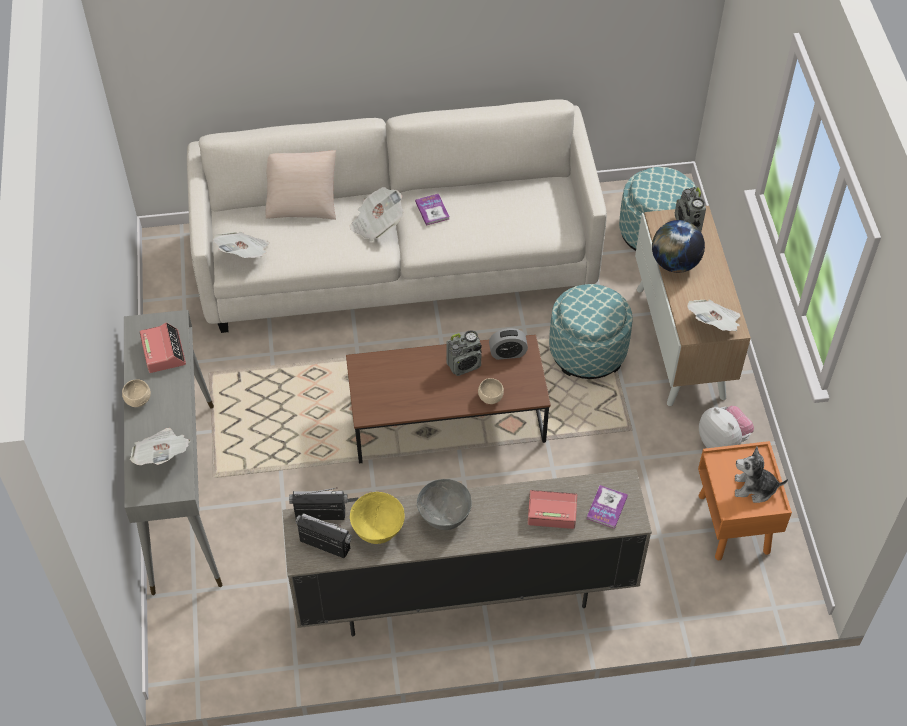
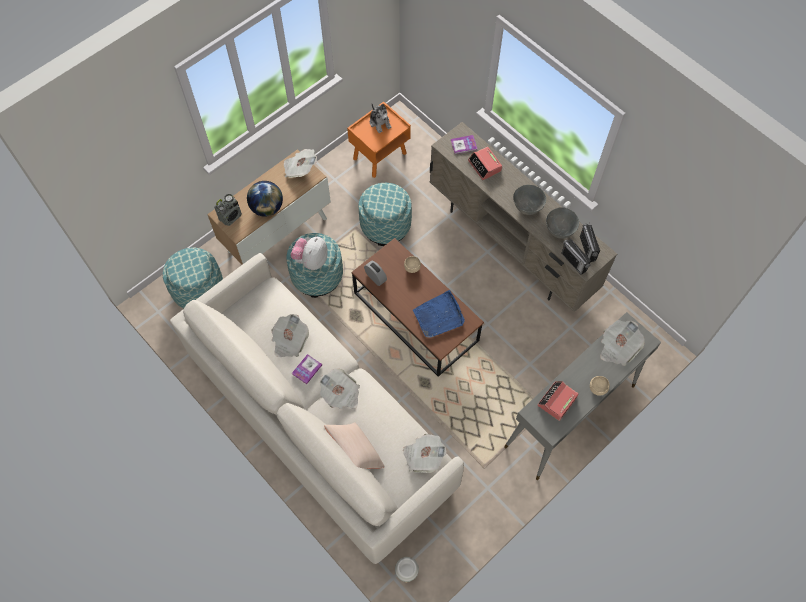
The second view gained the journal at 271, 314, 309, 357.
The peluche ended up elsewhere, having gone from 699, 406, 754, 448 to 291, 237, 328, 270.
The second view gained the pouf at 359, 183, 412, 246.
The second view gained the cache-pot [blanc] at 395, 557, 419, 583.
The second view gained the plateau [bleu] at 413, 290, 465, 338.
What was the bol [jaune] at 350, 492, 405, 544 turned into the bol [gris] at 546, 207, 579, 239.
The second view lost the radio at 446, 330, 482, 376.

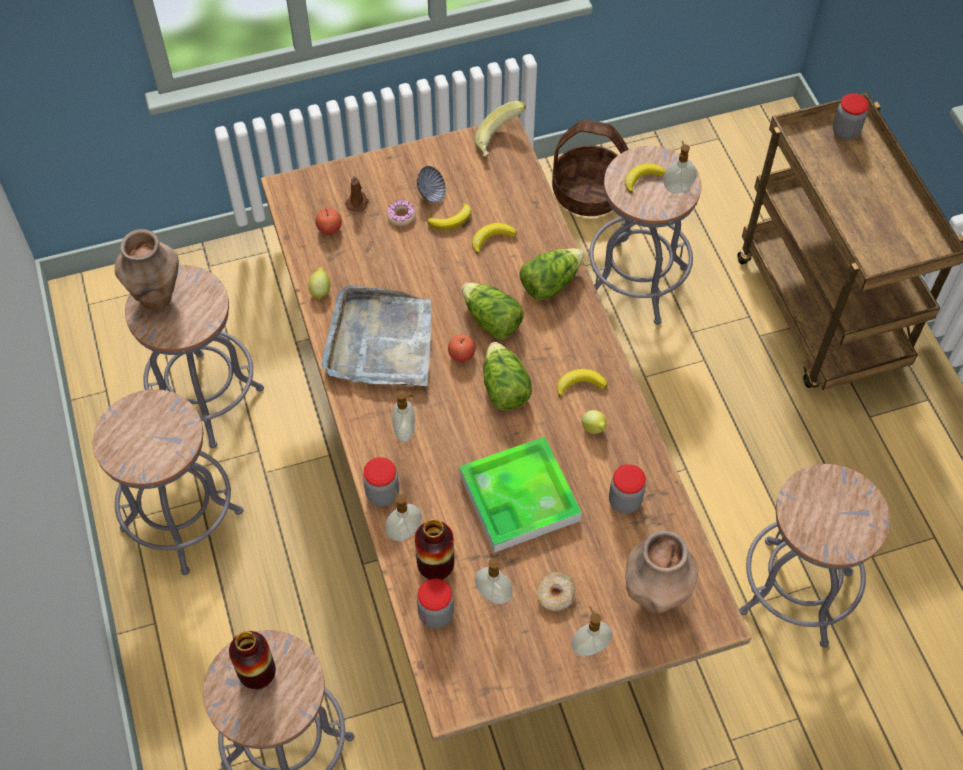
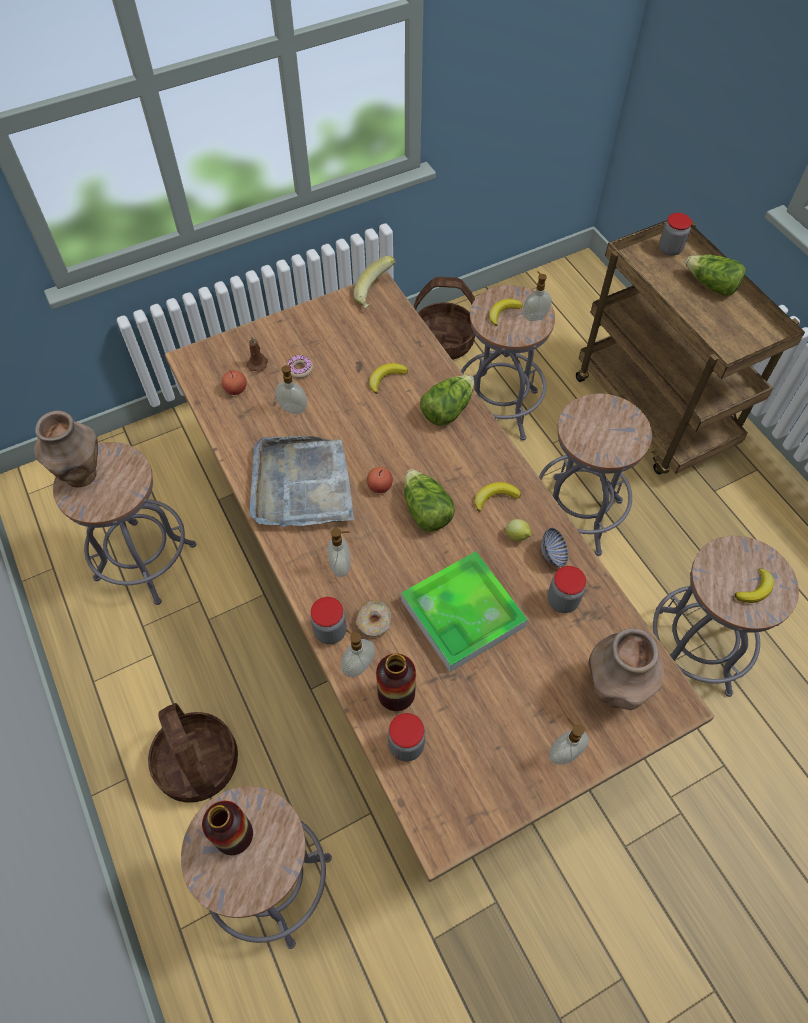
The second view gained the panier at 148, 703, 238, 803.
The distributeur de savon ended up elsewhere, having gone from 475, 553, 513, 604 to 275, 362, 307, 414.
The beignet ended up elsewhere, having gone from 536, 572, 575, 611 to 356, 600, 392, 637.
The tabouret [gris] ended up elsewhere, having gone from 93, 389, 243, 575 to 539, 393, 652, 556.
The bol ended up elsewhere, having gone from 417, 166, 446, 203 to 541, 528, 569, 567.
The laitue ended up elsewhere, having gone from 462, 283, 524, 339 to 685, 255, 746, 296.
The banane ended up elsewhere, having gone from 428, 203, 471, 230 to 735, 569, 774, 603.
The second view lost the citron at 308, 267, 330, 300.

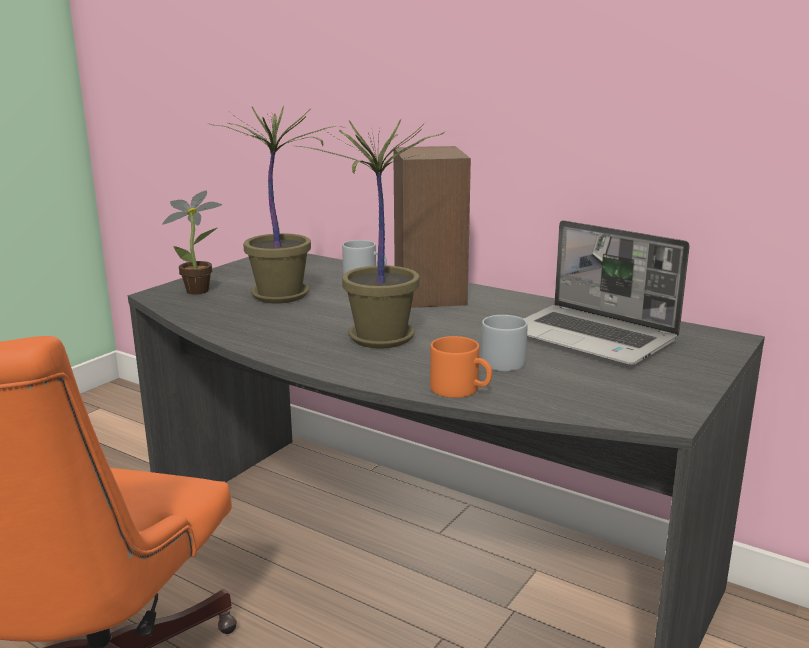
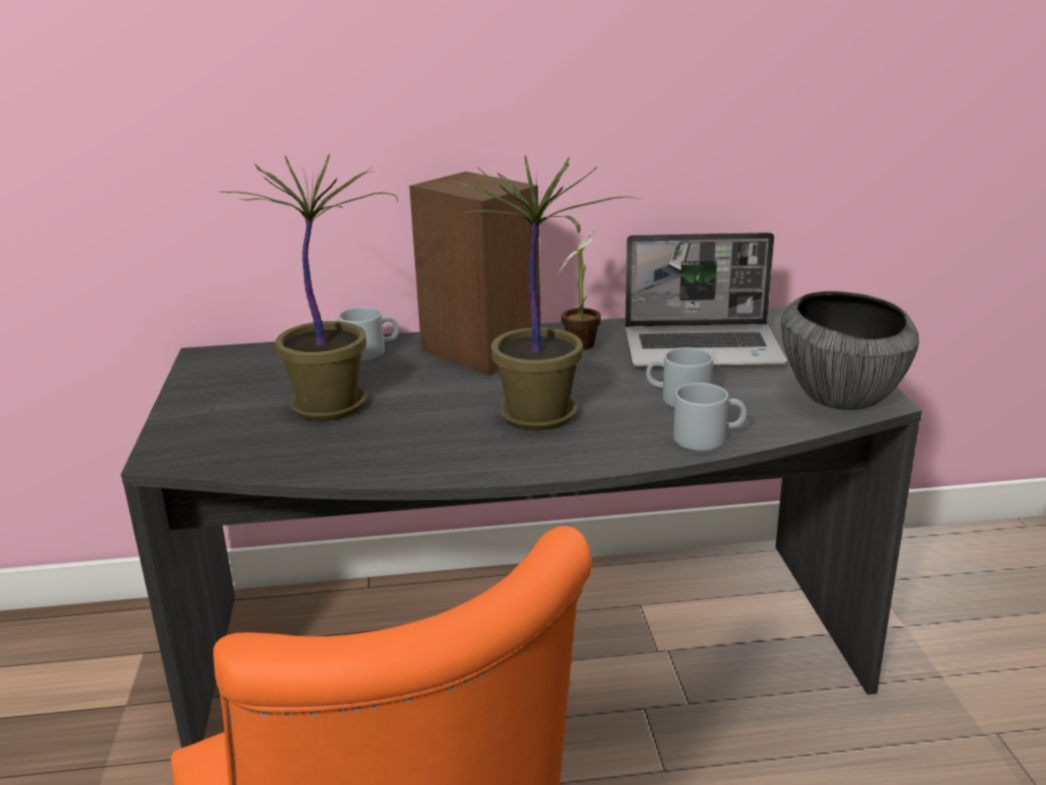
The plante en pot ended up elsewhere, having gone from 162, 190, 222, 294 to 559, 221, 608, 350.
What was the mug [orange] at 430, 336, 492, 398 turned into the mug [gris] at 673, 383, 747, 451.
The second view gained the bol at 781, 291, 919, 410.

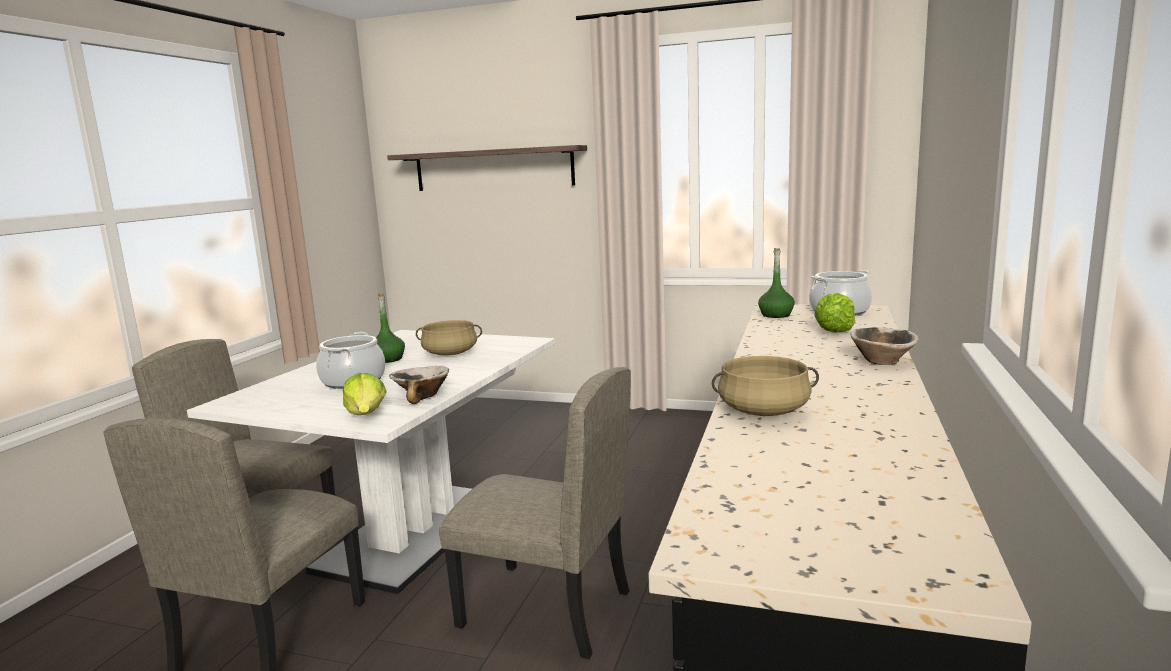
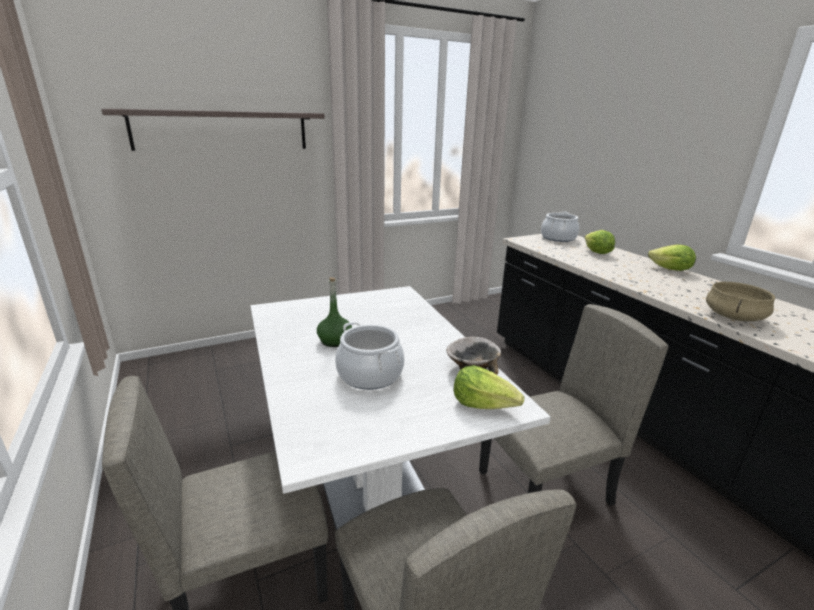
Where the bol stood at 851, 327, 919, 365, the laitue came to stand at 648, 245, 696, 271.
The second view lost the marmite [beige] at 416, 320, 482, 356.
The second view lost the bouteille [vert] at 758, 248, 795, 318.

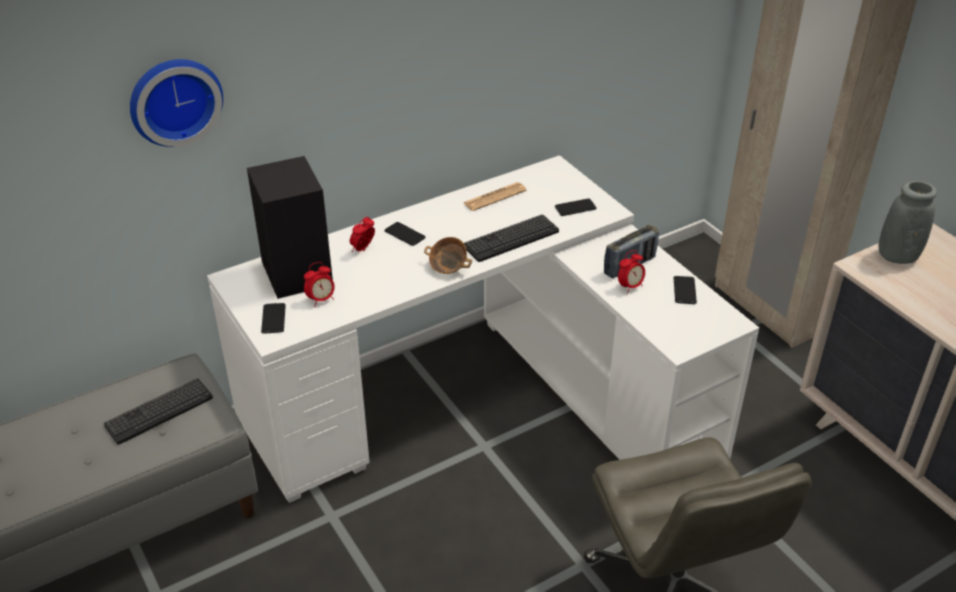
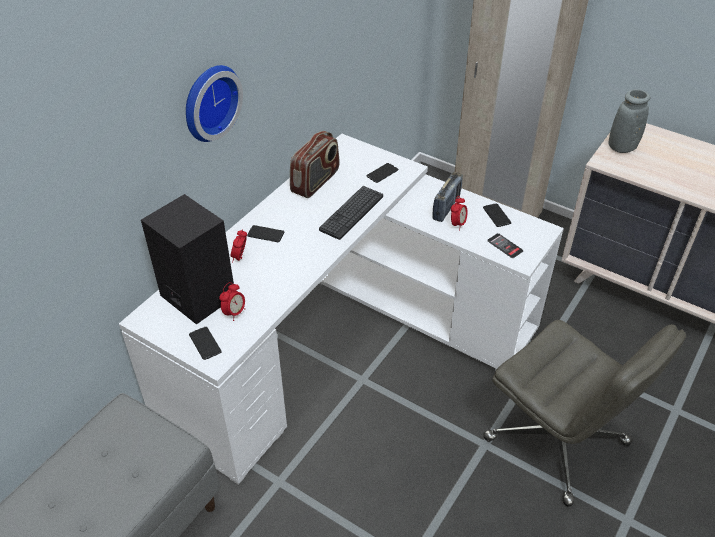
The horloge murale ended up elsewhere, having gone from 130, 59, 223, 147 to 186, 65, 243, 142.
Where the journal stood at 463, 182, 527, 211, the radio came to stand at 290, 131, 339, 198.
The second view gained the téléphone at 487, 233, 523, 258.
The second view lost the clavier at 104, 378, 213, 445.
The second view lost the bol at 424, 237, 473, 274.

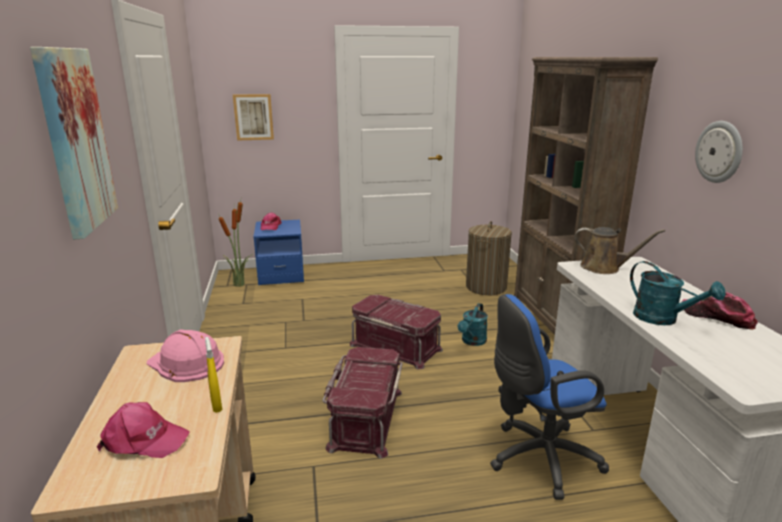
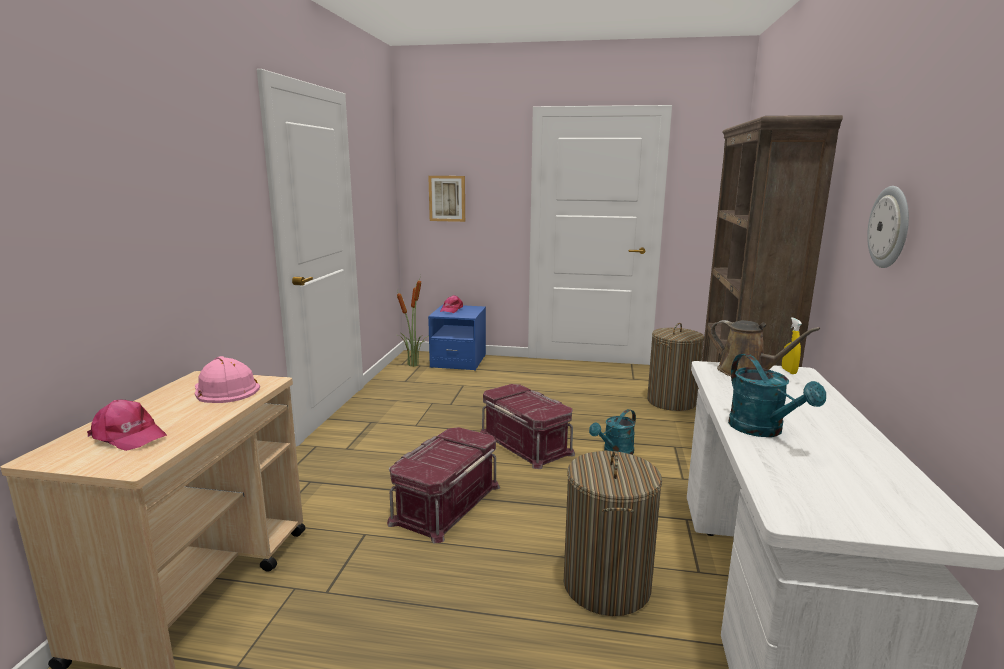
Where the chaise de bureau [bleu] stood at 490, 294, 609, 500, the panier à linge came to stand at 564, 451, 662, 616.
The vaporisateur [jaune] ended up elsewhere, having gone from 205, 337, 222, 413 to 782, 317, 802, 374.
The second view lost the tableau at 30, 47, 118, 239.
The second view lost the casquette at 682, 292, 758, 330.

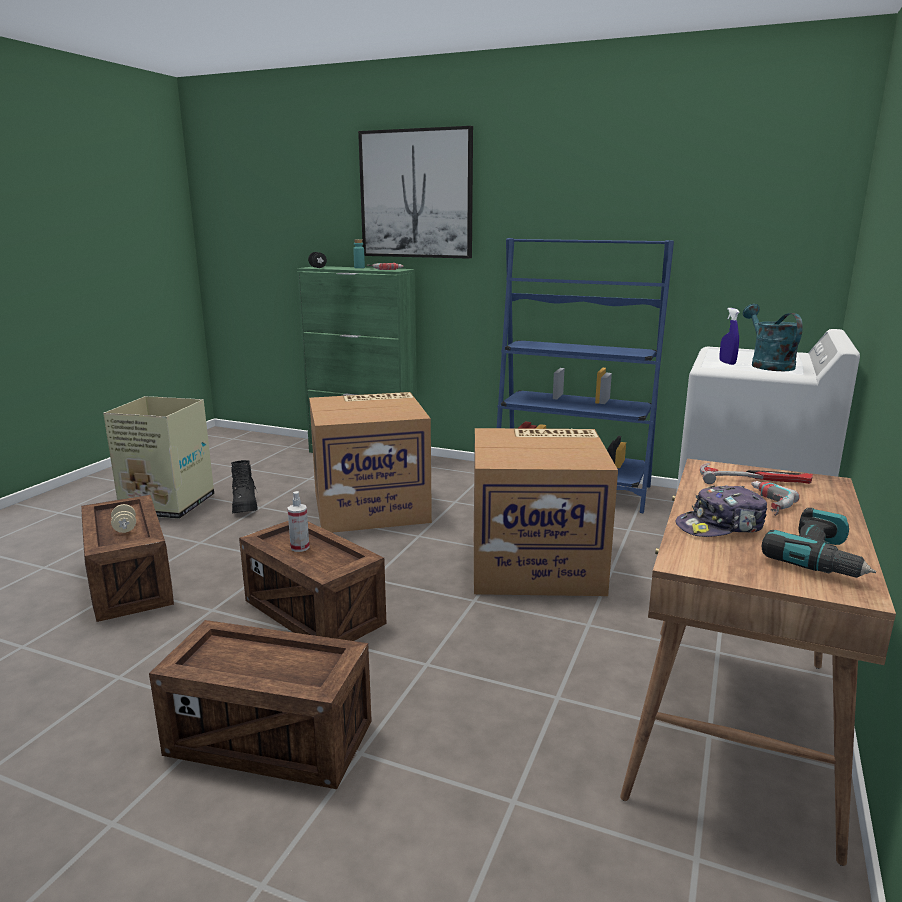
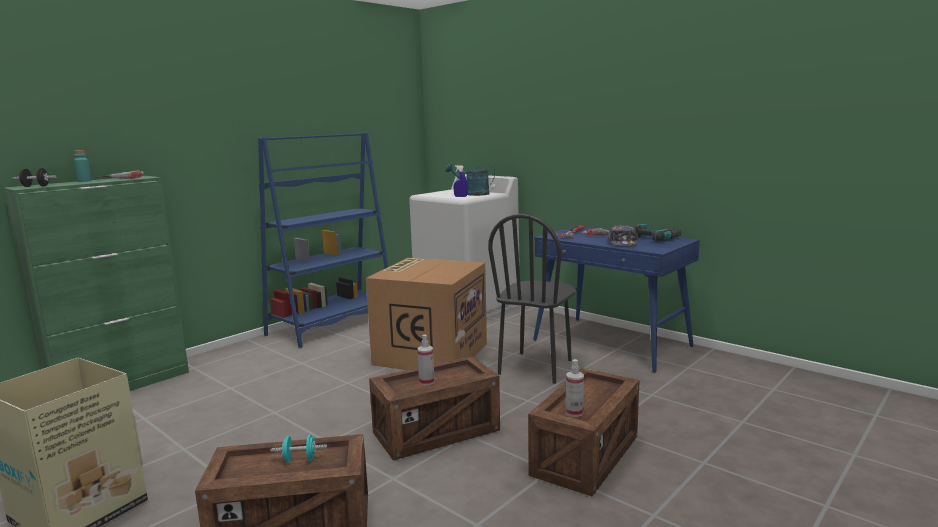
What was the haltère [beige] at 111, 504, 136, 533 turned into the haltère [turquoise] at 271, 435, 327, 463.
The second view gained the chaise [noir] at 488, 214, 576, 384.
What was the bureau [marron] at 620, 459, 896, 866 turned into the bureau [bleu] at 533, 226, 700, 373.
The second view gained the vaporisateur at 566, 359, 584, 417.
The second view lost the botte [noir] at 231, 460, 258, 513.
The second view lost the carton at 309, 392, 432, 533.
The second view lost the tableau at 358, 126, 473, 259.

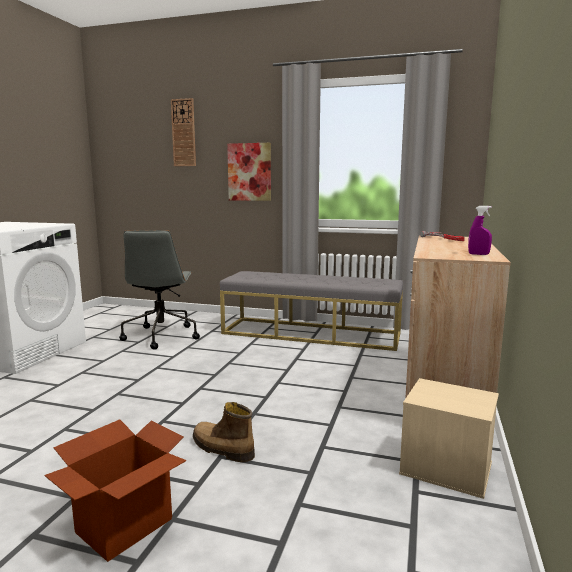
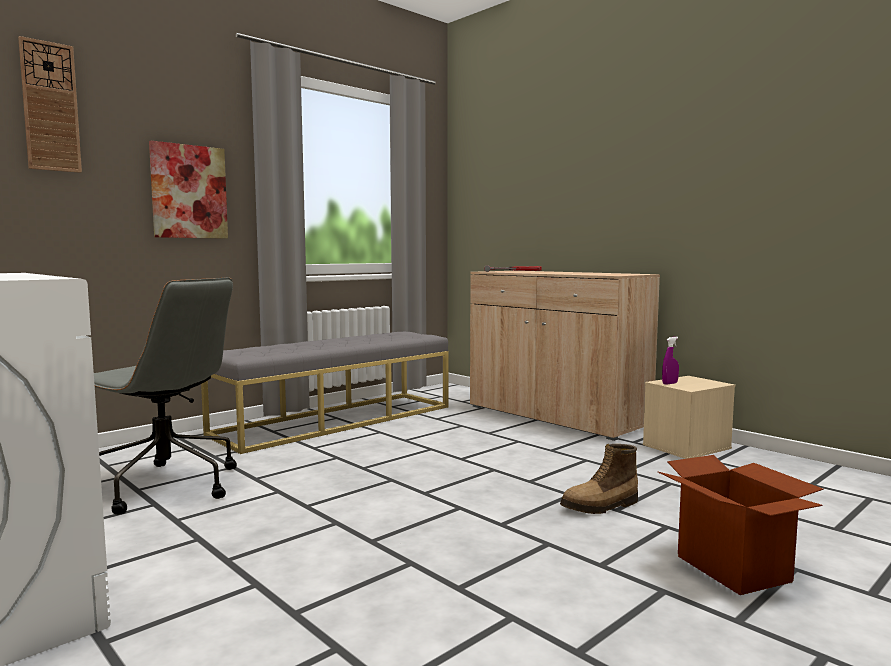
The vaporisateur [violet] ended up elsewhere, having gone from 468, 206, 492, 255 to 662, 337, 679, 385.

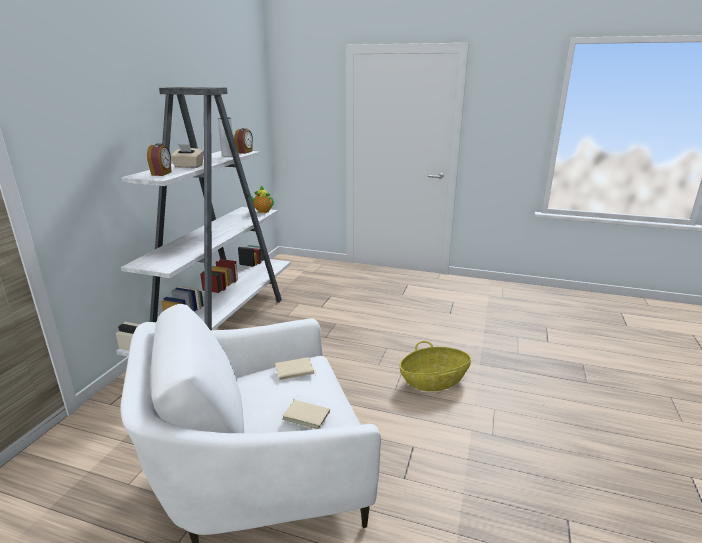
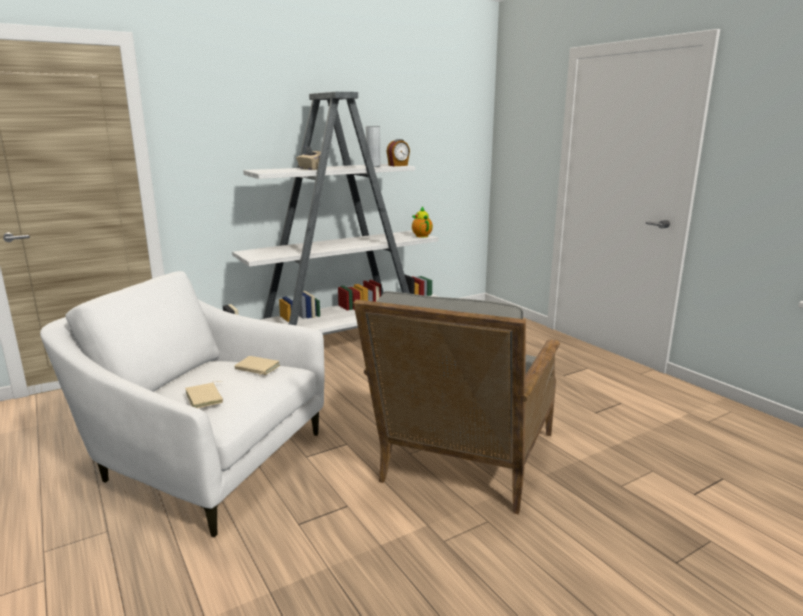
Where the panier stood at 400, 341, 471, 392, the fauteuil [gris] came to stand at 354, 291, 560, 515.
The second view lost the réveil at 147, 143, 171, 176.

